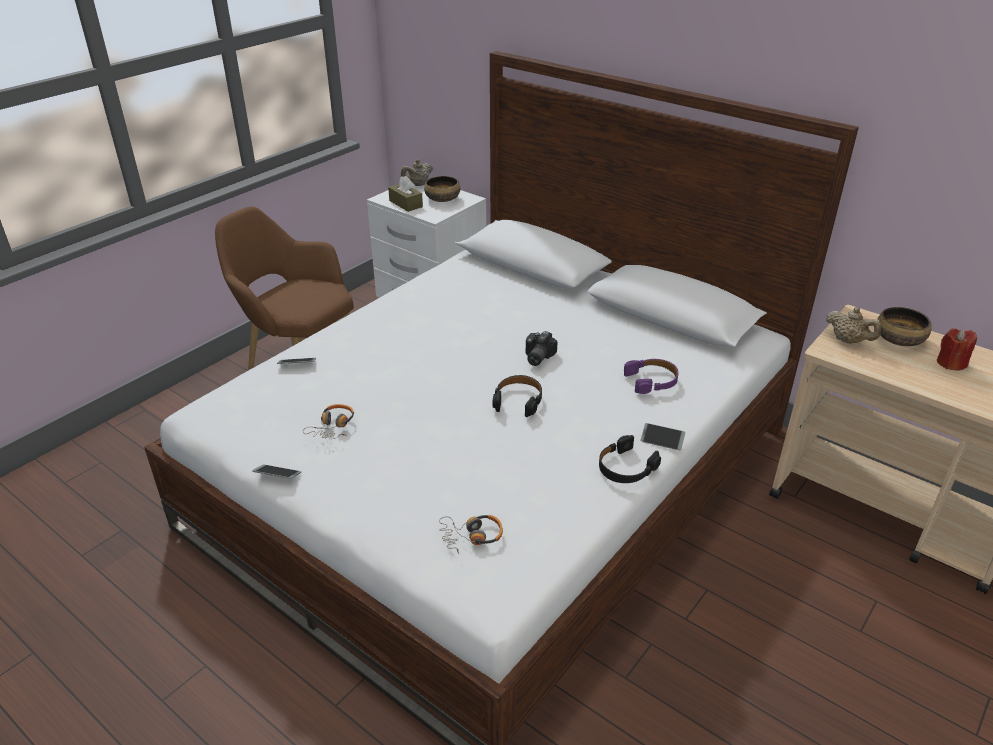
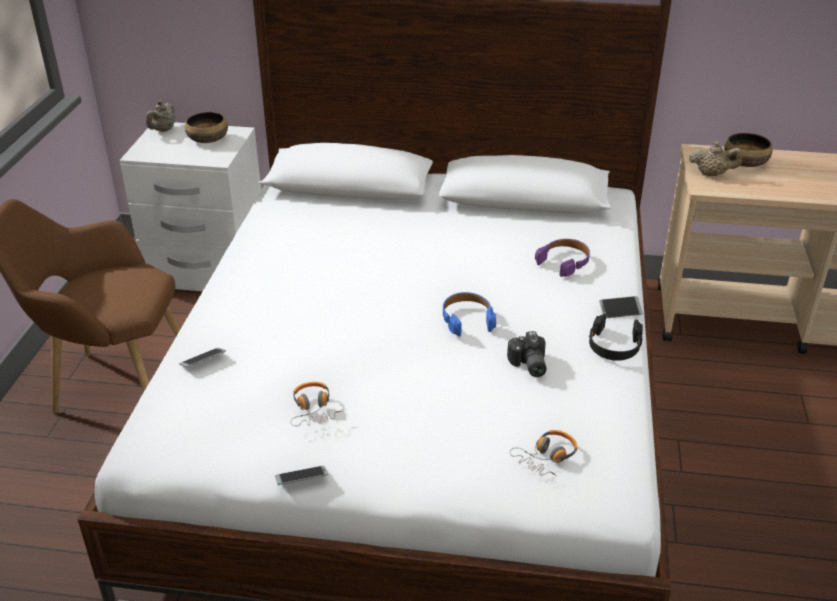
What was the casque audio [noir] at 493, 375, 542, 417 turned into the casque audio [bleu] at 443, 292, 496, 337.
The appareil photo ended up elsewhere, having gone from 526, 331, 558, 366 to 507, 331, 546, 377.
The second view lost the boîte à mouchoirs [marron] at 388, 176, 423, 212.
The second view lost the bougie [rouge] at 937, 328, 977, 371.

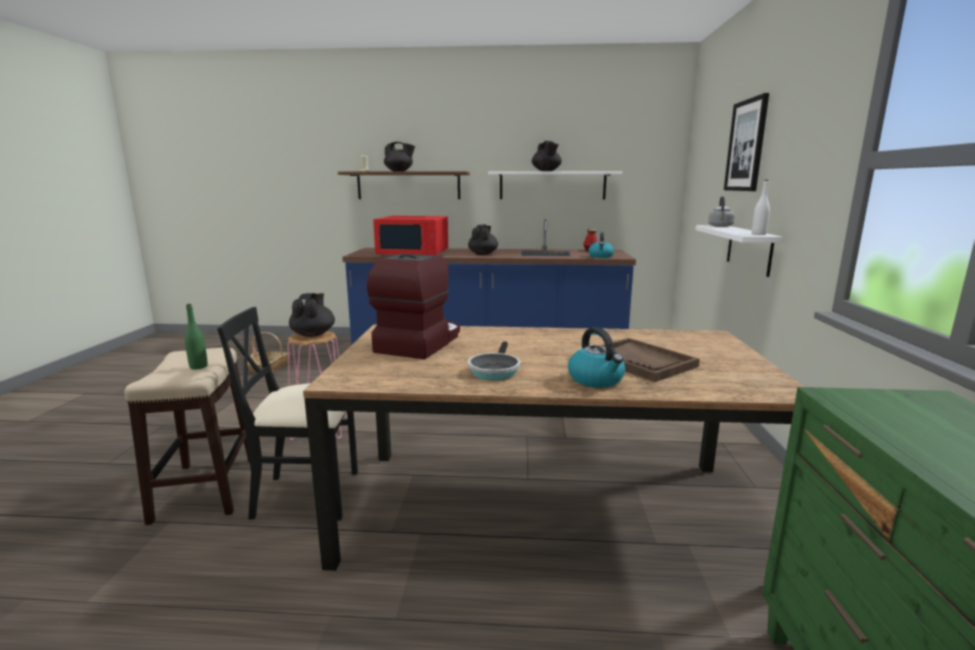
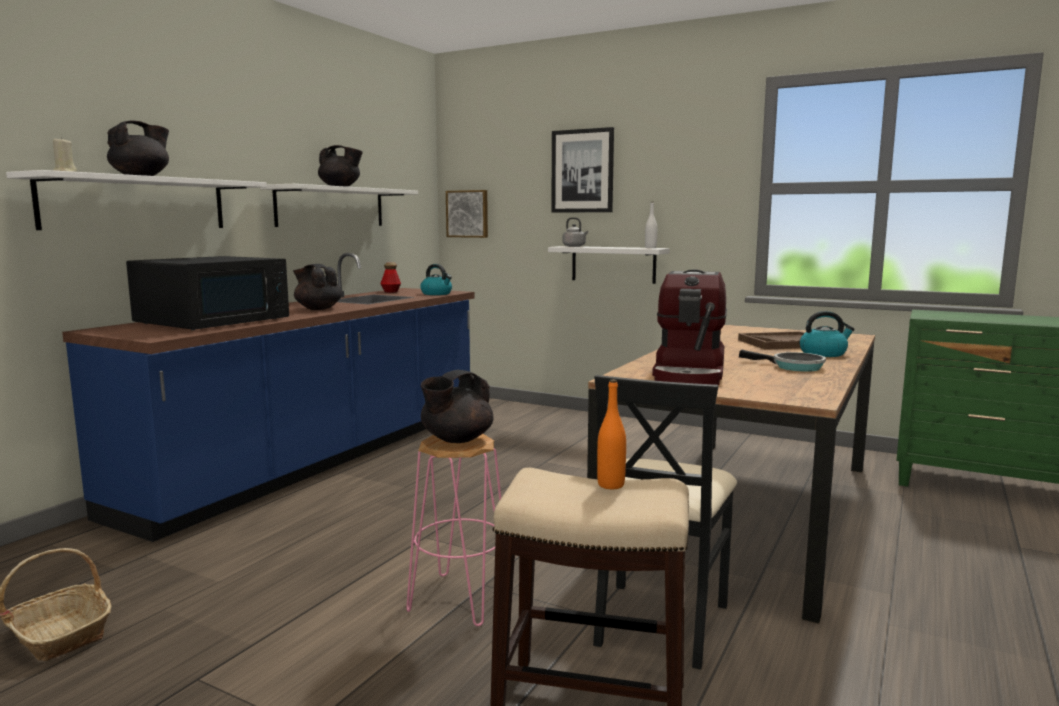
What was the étagère [marron] at 338, 171, 470, 199 turned into the étagère [blanc] at 6, 170, 267, 230.
What was the micro-ondes [rouge] at 373, 216, 448, 255 turned into the micro-ondes [noir] at 126, 256, 289, 330.
The théière [noir] at 289, 293, 335, 337 ended up facing another way, 75 degrees counterclockwise from before.
The second view gained the tableau at 446, 190, 488, 238.
What was the bouteille [vert] at 185, 304, 207, 370 turned into the bouteille [orange] at 597, 379, 626, 489.
The machine à café at 367, 254, 460, 359 ended up facing another way, 120 degrees counterclockwise from before.

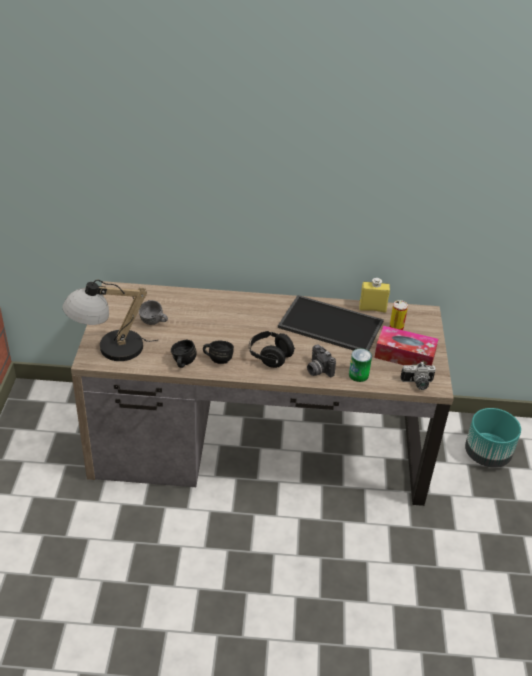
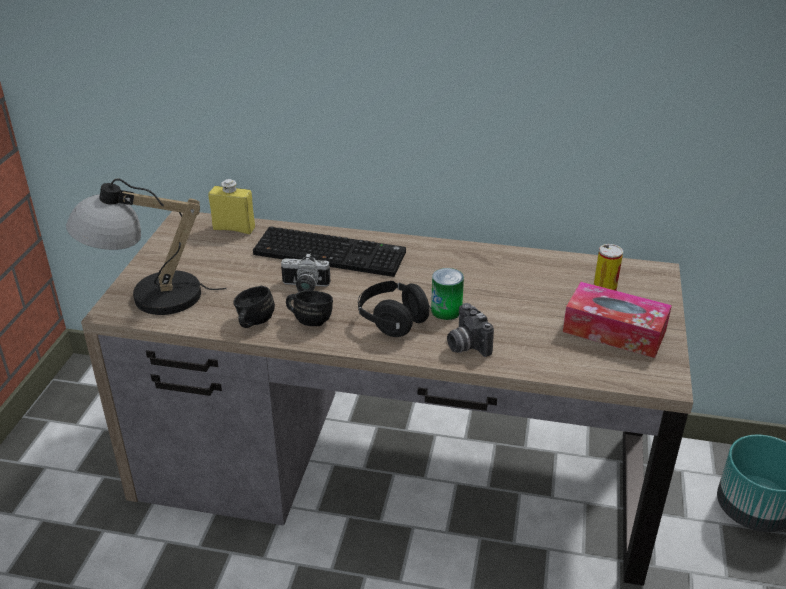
The bouteille [jaune] ended up elsewhere, having gone from 359, 278, 390, 313 to 208, 179, 255, 234.
The second view gained the clavier at 253, 226, 406, 277.
The appareil photo ended up elsewhere, having gone from 400, 361, 436, 390 to 281, 253, 331, 292.
The boîte métallique ended up elsewhere, having gone from 349, 349, 372, 382 to 431, 268, 464, 320.
The second view lost the mug [gris] at 139, 300, 168, 325.
The second view lost the plateau at 278, 295, 384, 351.

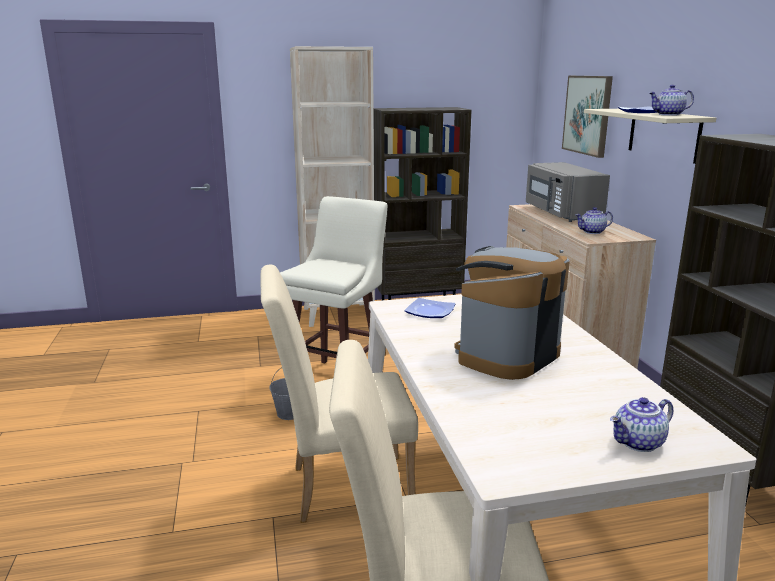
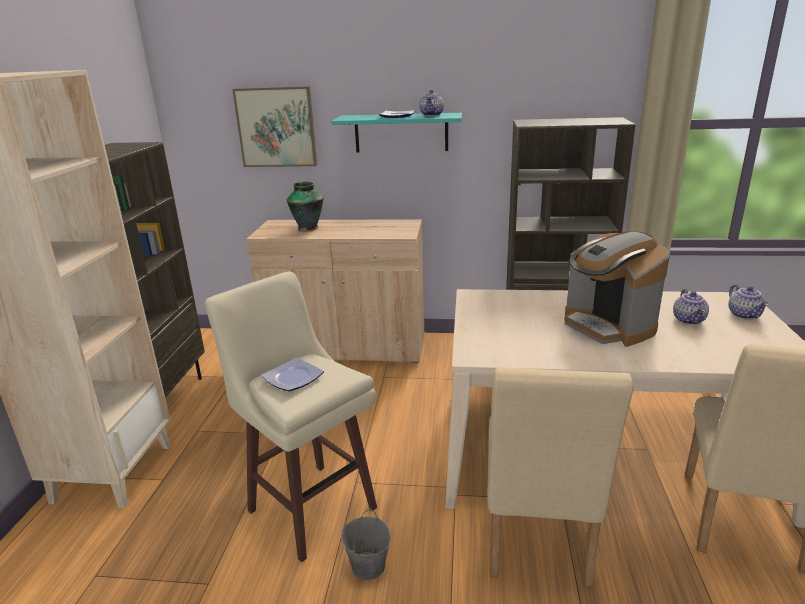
The assiette ended up elsewhere, having gone from 404, 298, 455, 318 to 262, 358, 324, 391.
Where the micro-ondes [gris] stood at 526, 162, 610, 222, the vase came to stand at 287, 182, 324, 231.
What was the étagère [beige] at 584, 109, 716, 164 turned into the étagère [turquoise] at 331, 113, 462, 153.
The théière ended up elsewhere, having gone from 576, 207, 613, 234 to 673, 289, 709, 325.

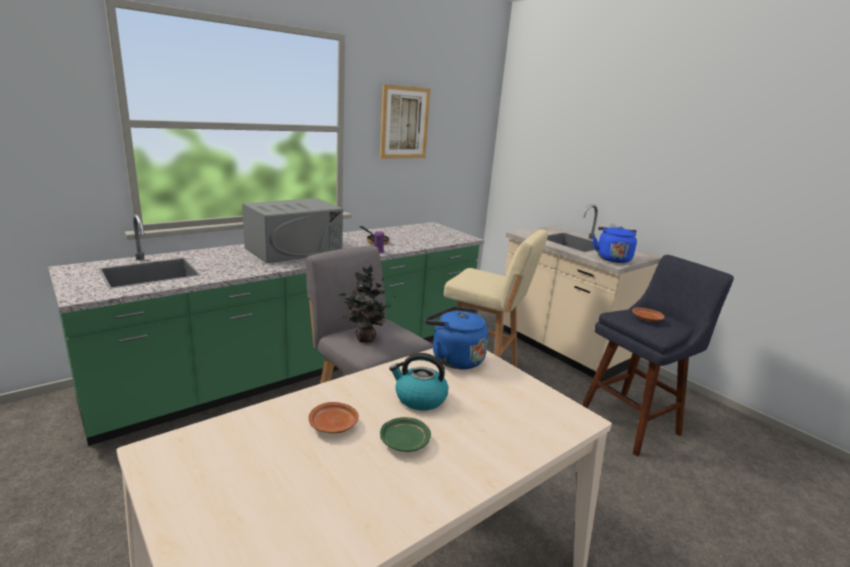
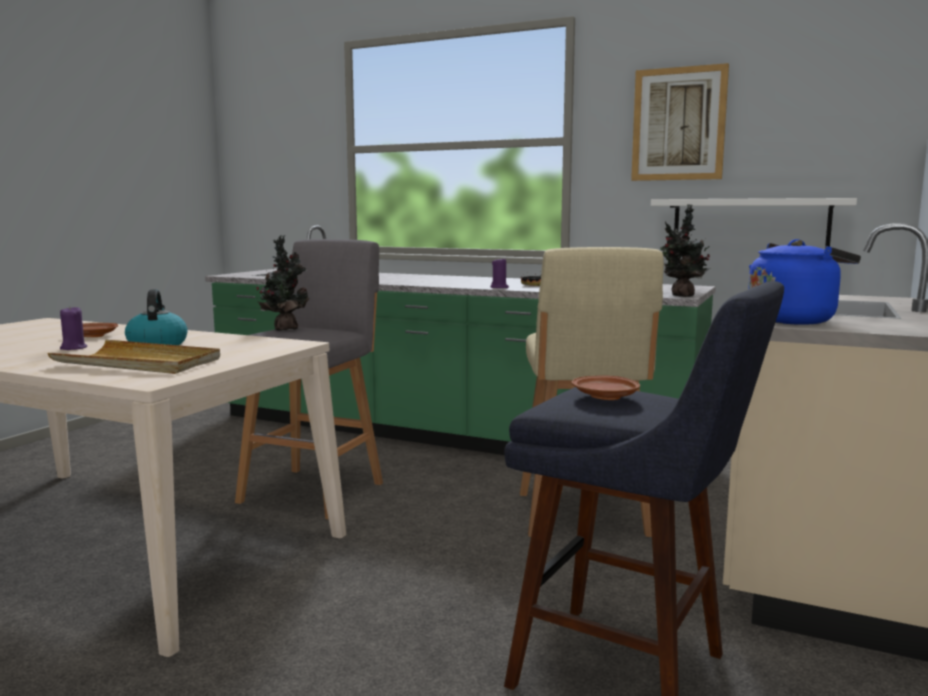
The second view gained the plateau [beige] at 47, 340, 220, 374.
Where the assiette [vert] stood at 380, 417, 431, 452, the bougie [violet] came to stand at 60, 306, 87, 350.
The second view gained the étagère [blanc] at 651, 198, 857, 247.
The second view gained the plante en pot at 660, 204, 711, 297.
The second view lost the micro-ondes [gris] at 242, 198, 343, 264.
The second view lost the bouilloire [bleu] at 425, 307, 488, 369.

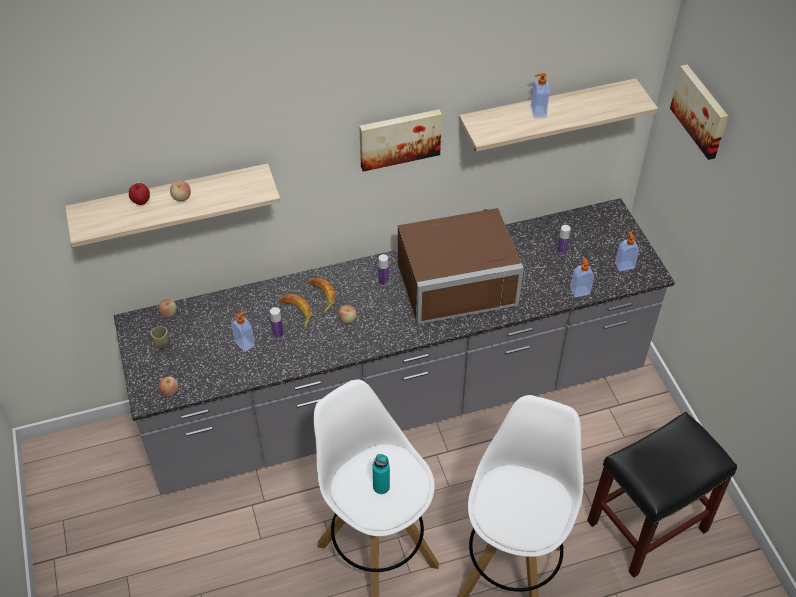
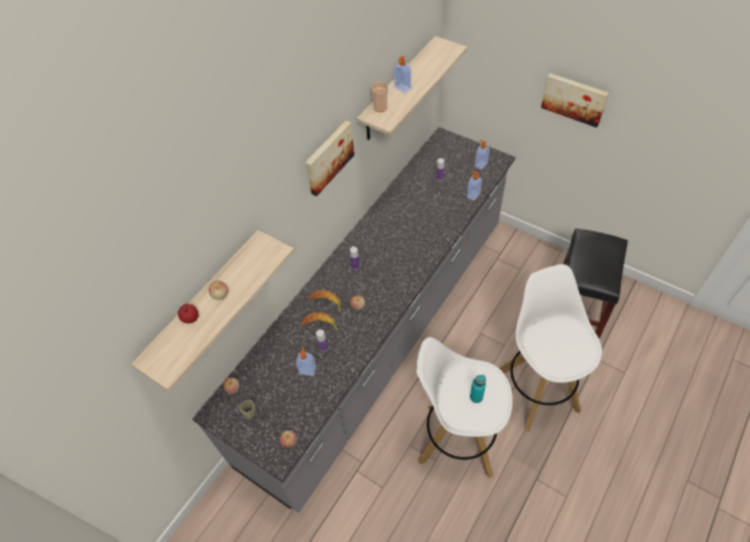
The second view gained the tasse at 371, 81, 388, 112.
The tableau ended up elsewhere, having gone from 670, 64, 728, 160 to 541, 73, 609, 128.
The second view lost the micro-ondes [marron] at 398, 208, 524, 325.

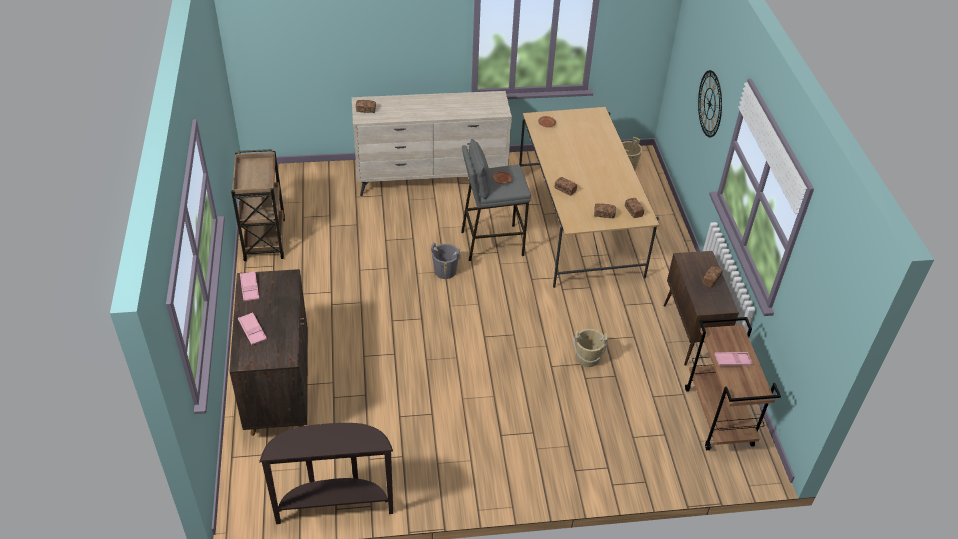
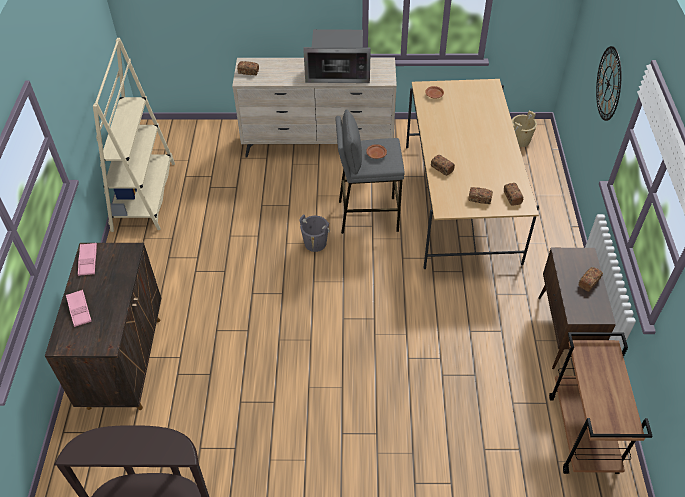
Where the chariot [marron] stood at 231, 149, 285, 261, the bibliothèque [beige] came to stand at 93, 38, 175, 232.
The second view gained the micro-ondes at 303, 29, 371, 83.
The second view lost the seau [beige] at 574, 329, 608, 367.
The second view lost the plateau [rose] at 714, 352, 753, 366.

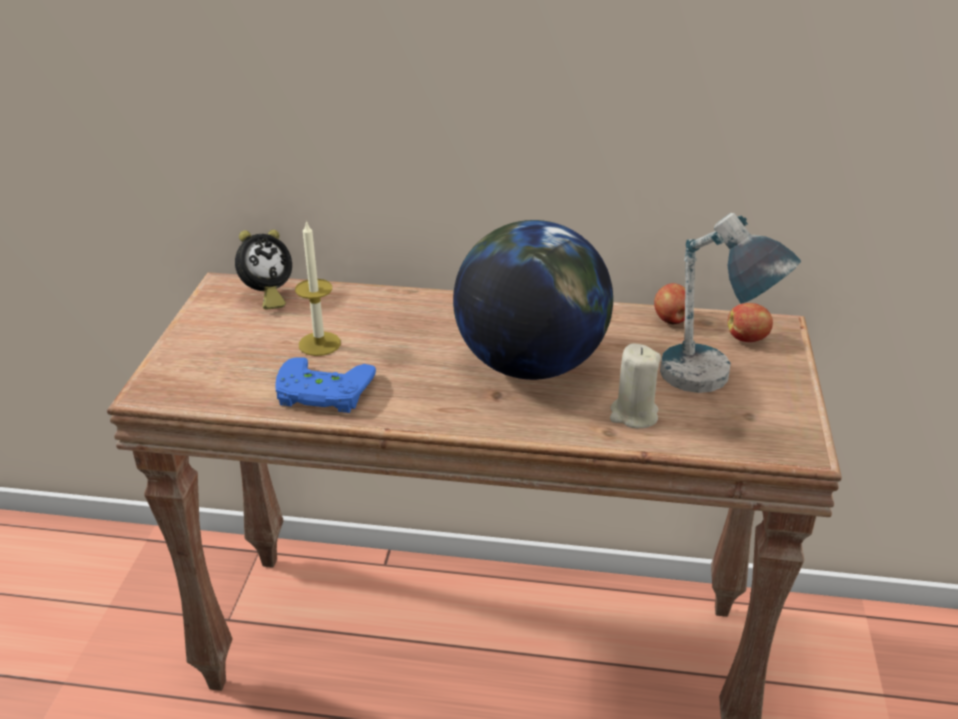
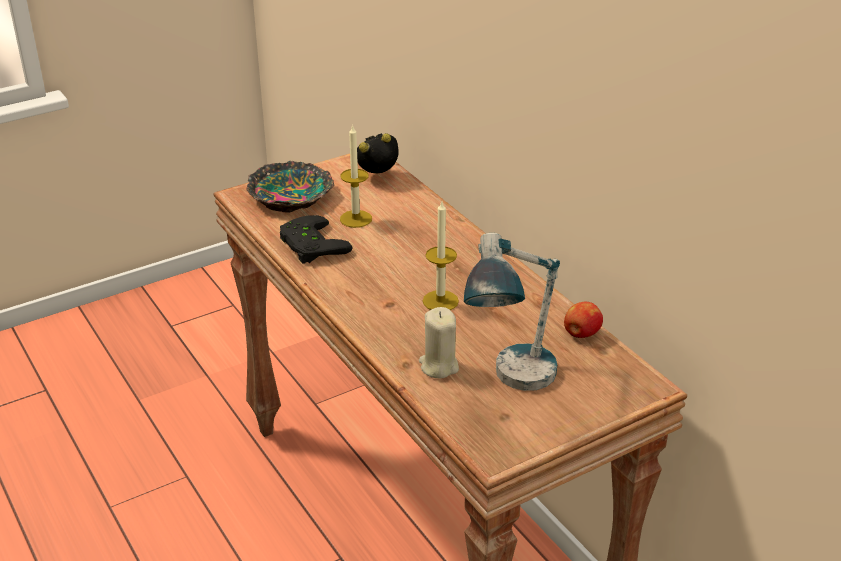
The second view gained the bol at 246, 161, 334, 212.
What was the manette [bleu] at 275, 357, 376, 413 turned into the manette [noir] at 280, 215, 353, 264.
The réveil at 235, 230, 292, 310 ended up facing another way, 150 degrees clockwise from before.
Where the globe stood at 453, 220, 613, 380, the bougie came to stand at 423, 201, 459, 310.
The second view lost the pomme at 728, 303, 773, 342.

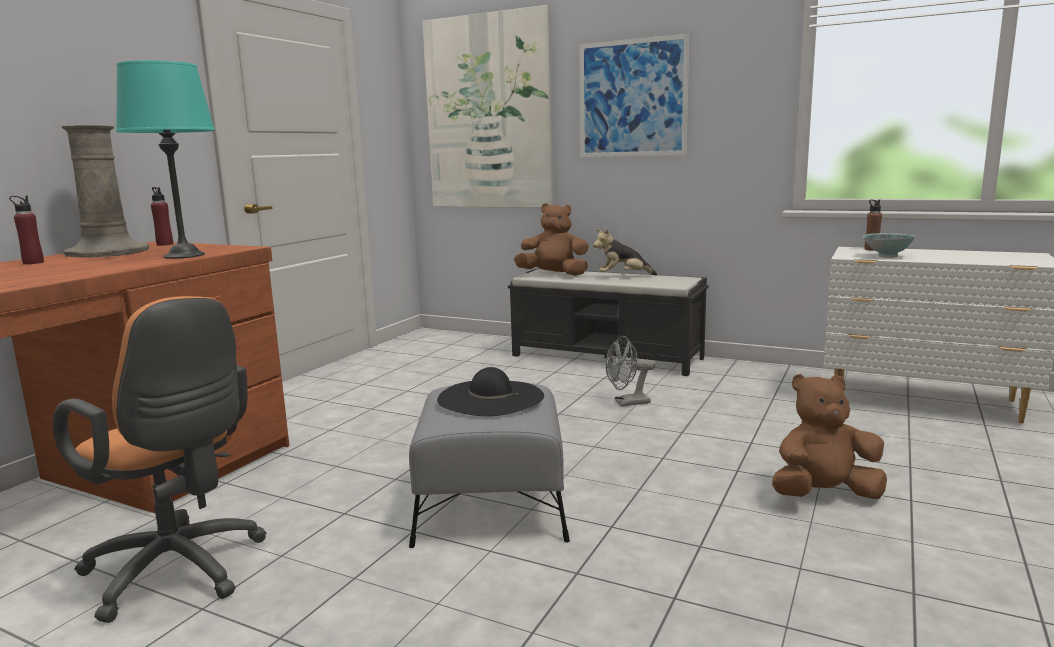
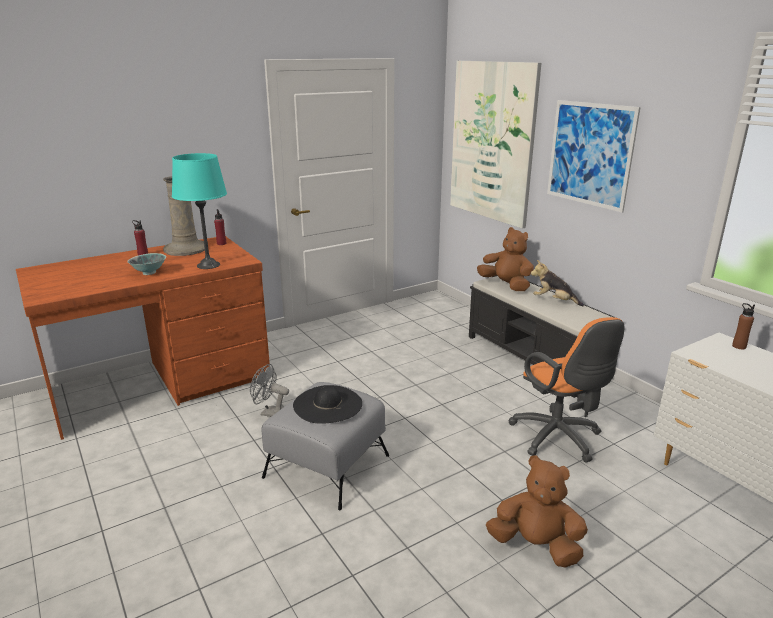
The bol ended up elsewhere, having gone from 863, 233, 916, 258 to 127, 253, 166, 275.
The ventilateur [gris] ended up elsewhere, having gone from 606, 336, 655, 407 to 250, 364, 289, 417.
The chaise de bureau [orange] ended up elsewhere, having gone from 53, 296, 267, 623 to 508, 317, 624, 462.

